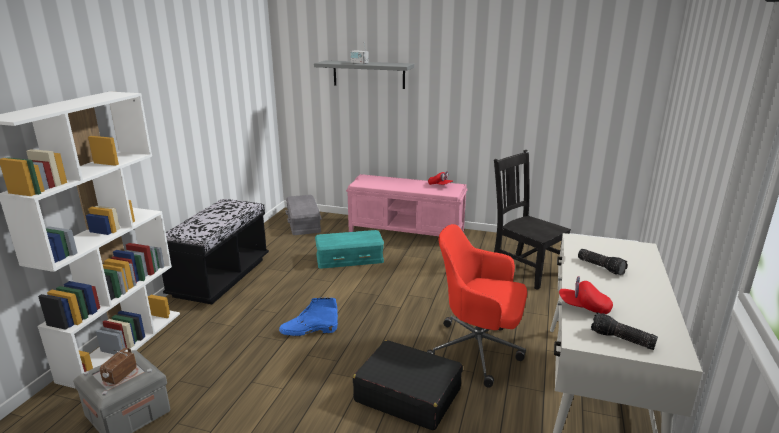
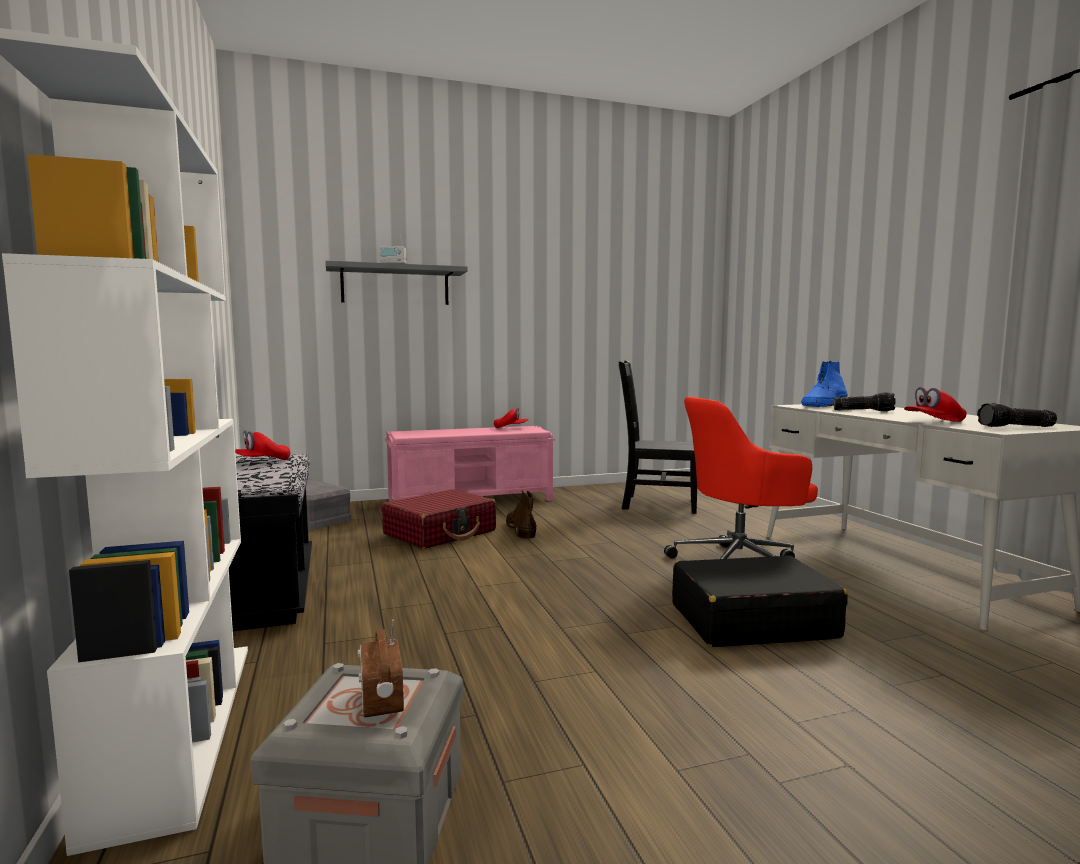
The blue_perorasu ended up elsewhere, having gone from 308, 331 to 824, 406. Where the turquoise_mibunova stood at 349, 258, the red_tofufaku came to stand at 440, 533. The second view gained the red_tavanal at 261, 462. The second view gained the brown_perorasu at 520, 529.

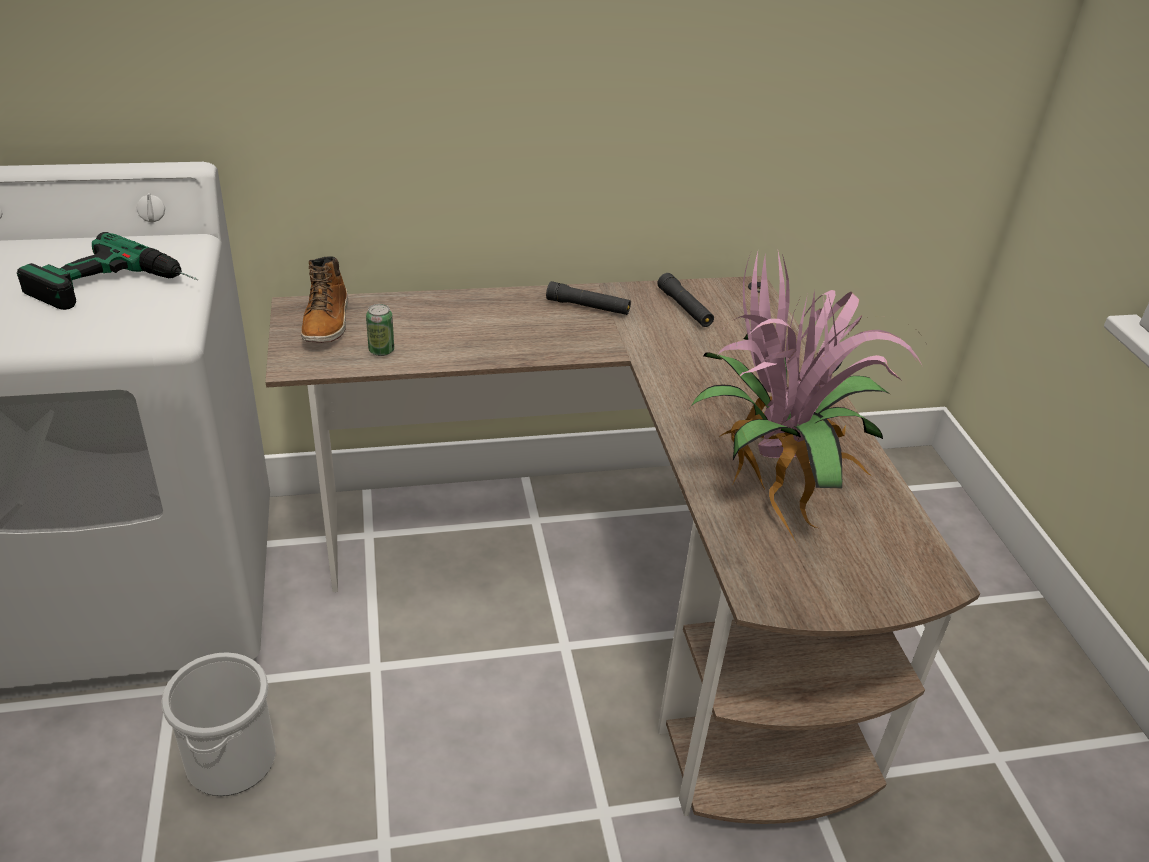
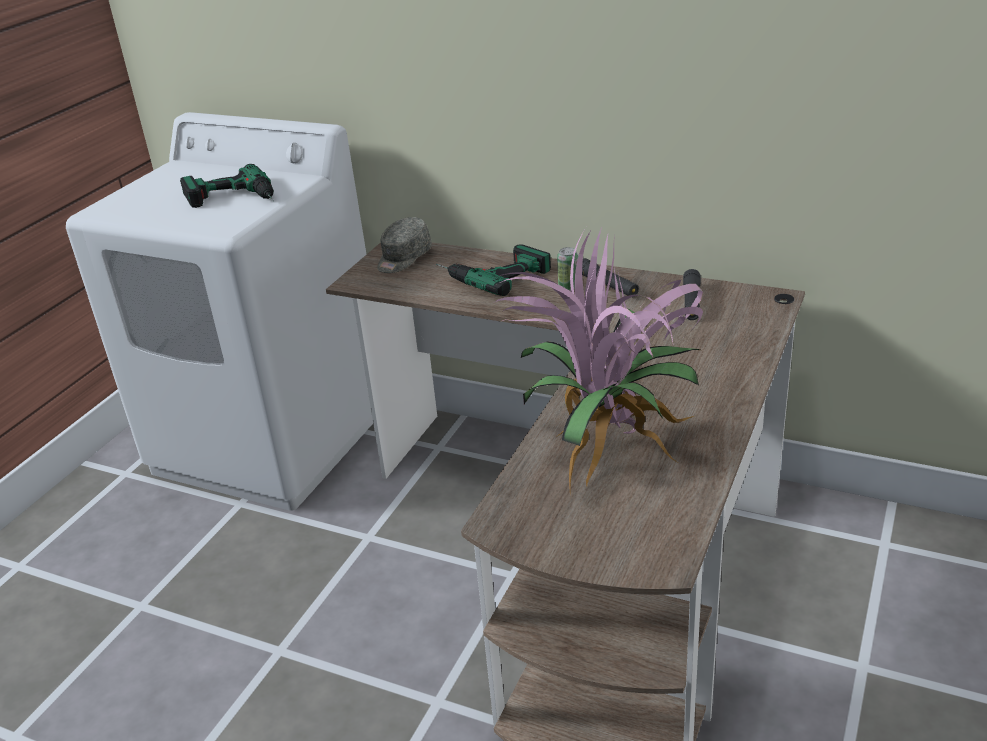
The second view lost the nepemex at 231, 758. Where the perorasu stood at 327, 321, the grey_tavanal came to stand at 403, 258. The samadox ended up elsewhere, having gone from 381, 350 to 568, 287. The second view gained the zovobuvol at 491, 273.

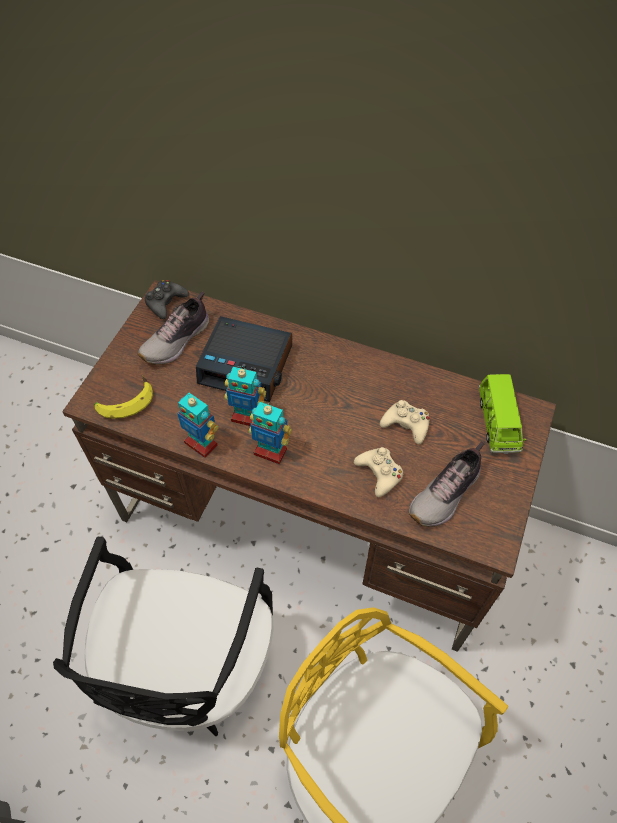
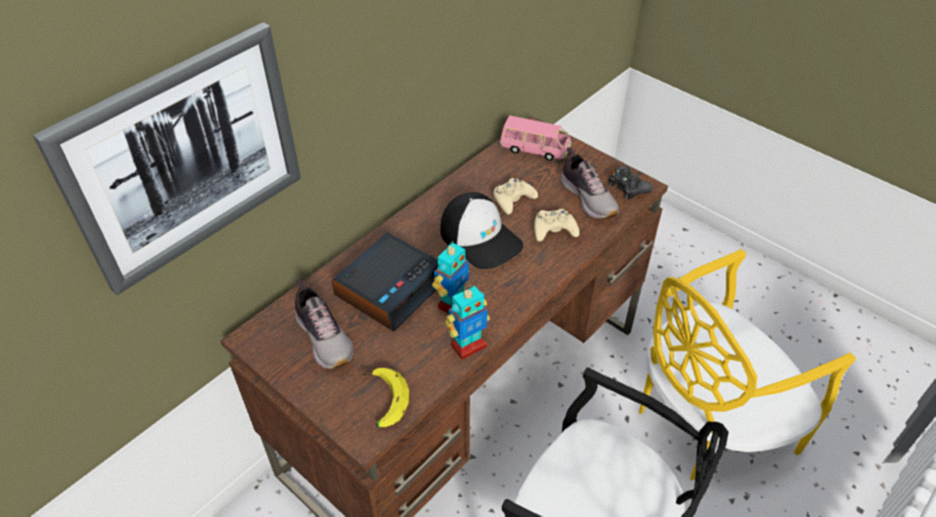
The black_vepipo ended up elsewhere, having gone from 165, 302 to 627, 187. The second view lost the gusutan at 270, 451. What was the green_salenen at 497, 422 turned into the pink_salenen at 534, 149. The second view gained the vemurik at 185, 157. The second view gained the tavanal at 481, 238.

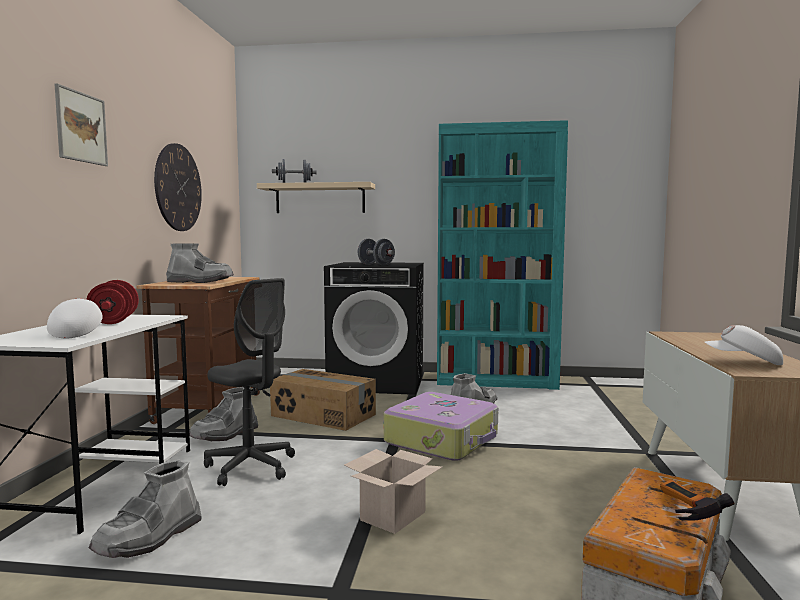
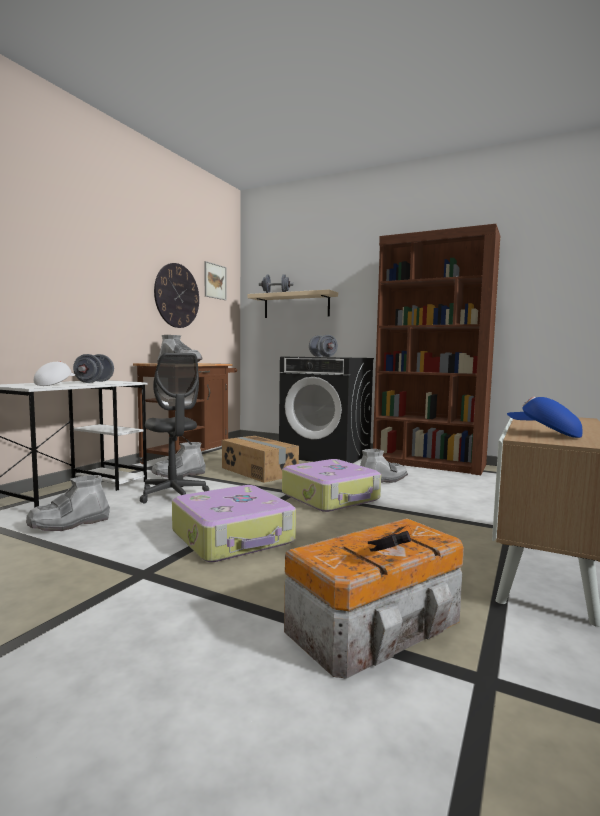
The vemurik ended up elsewhere, having gone from 81, 127 to 215, 281. What was the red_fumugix at 114, 321 turned into the grey_fumugix at 94, 382. Where the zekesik stood at 393, 515, the tofufaku came to stand at 234, 537. What was the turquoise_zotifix at 496, 380 turned into the brown_zotifix at 429, 463. What was the white_tavanal at 744, 362 turned into the blue_tavanal at 544, 434.

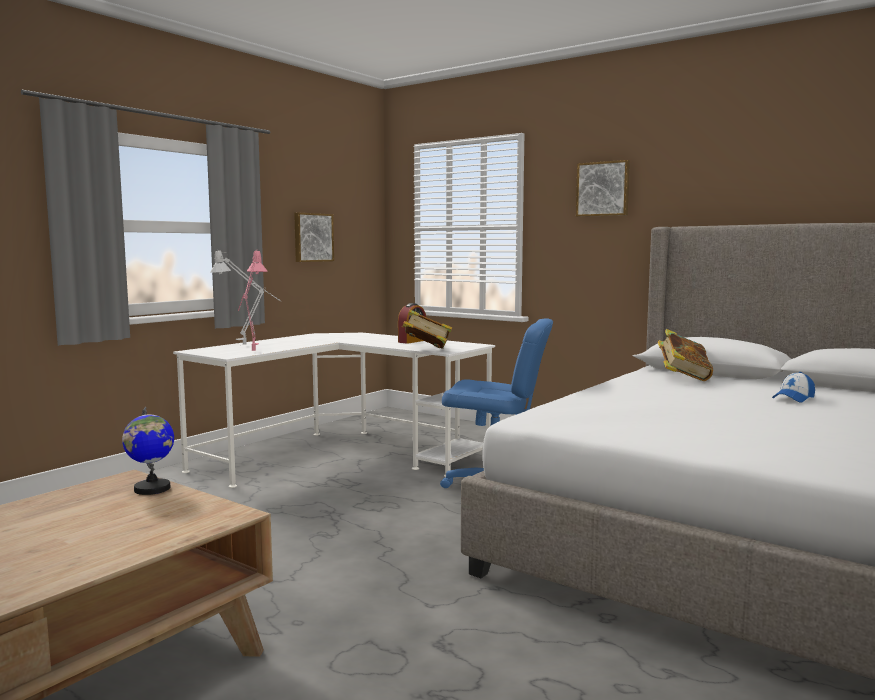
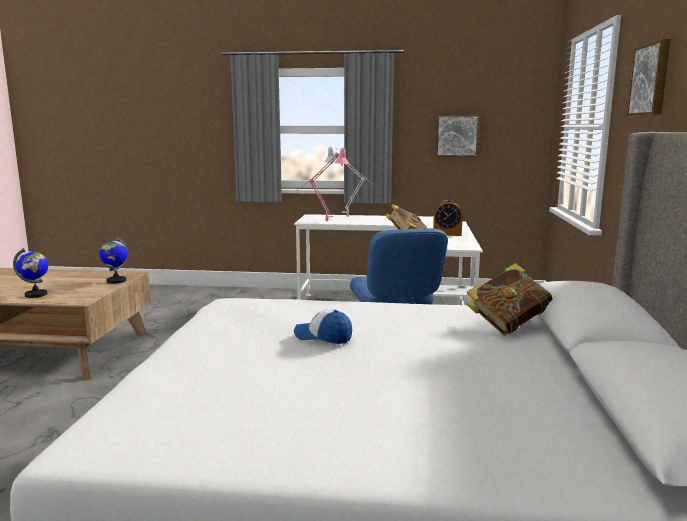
The tavanal ended up elsewhere, having gone from 793, 398 to 323, 337. The second view gained the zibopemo at 36, 295.

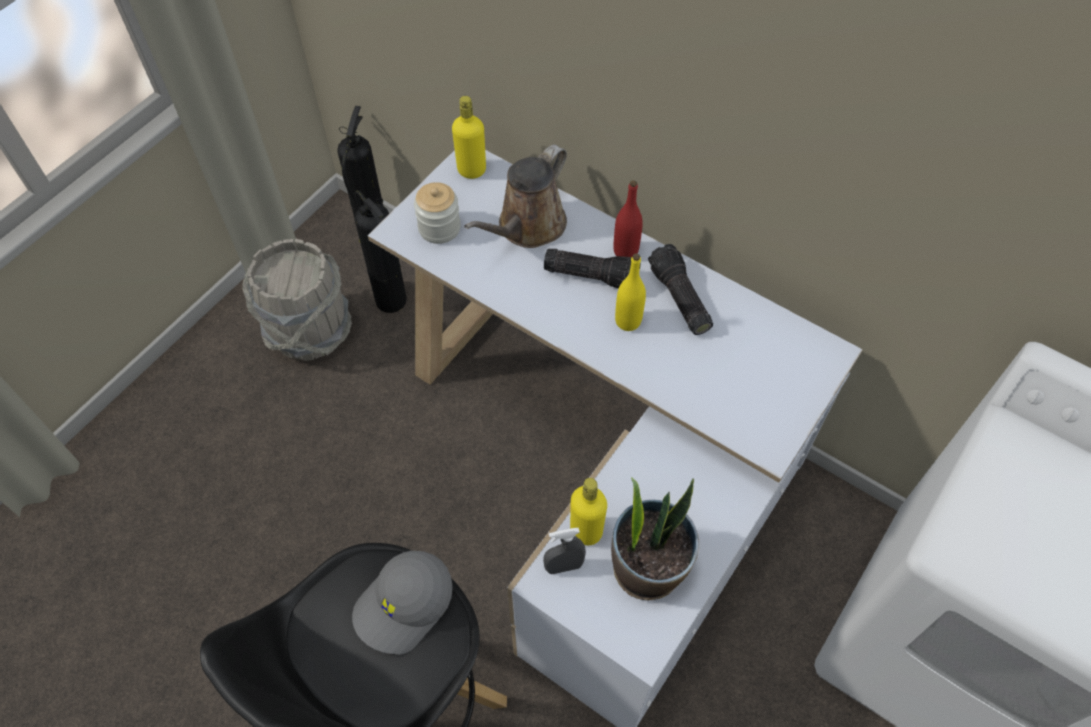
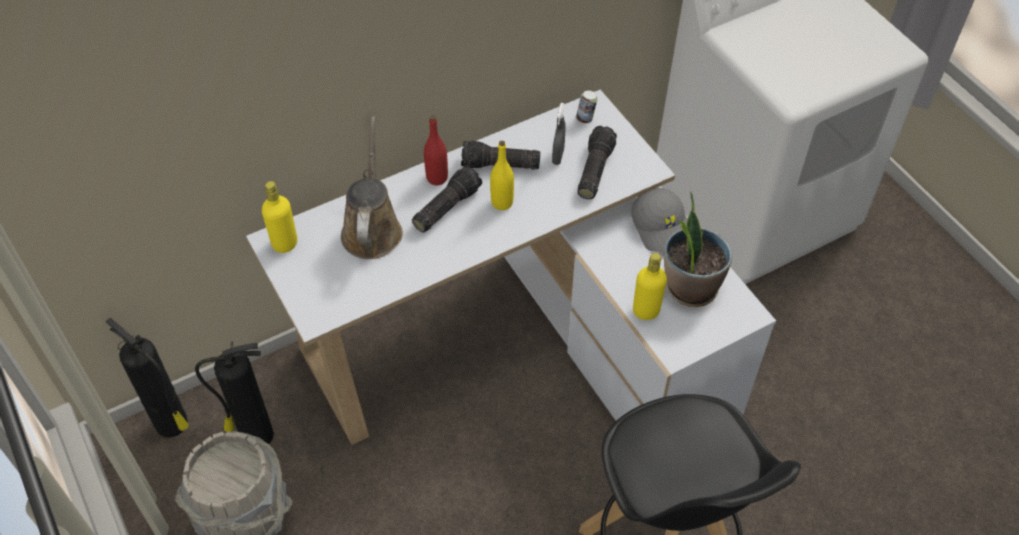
The grey_tavanal ended up elsewhere, having gone from 404, 606 to 663, 227. The second view lost the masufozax at 439, 228. The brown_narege at 527, 227 ended up facing another way, 150 degrees counterclockwise from before. The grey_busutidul ended up elsewhere, having gone from 564, 566 to 558, 156. The second view gained the samadox at 585, 118. The second view gained the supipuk at 593, 170.

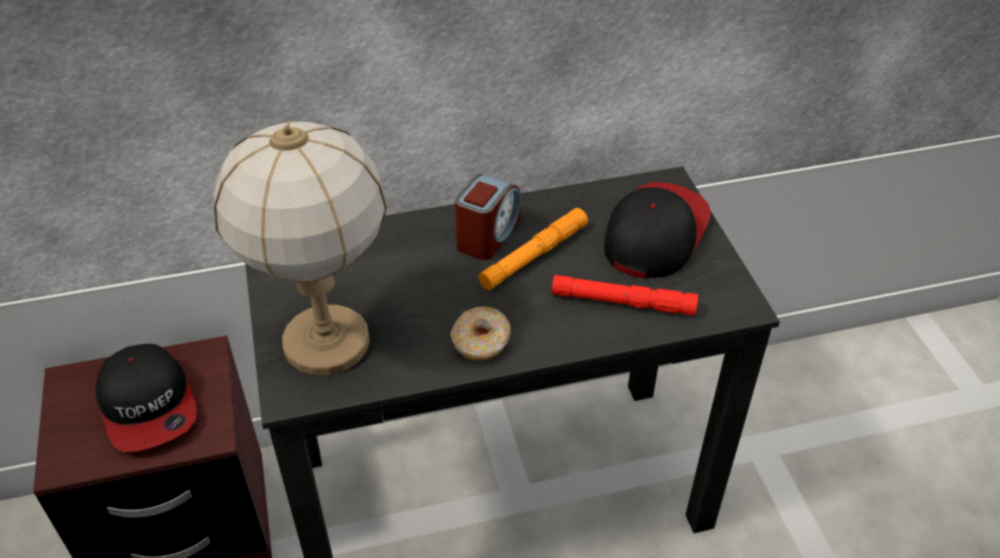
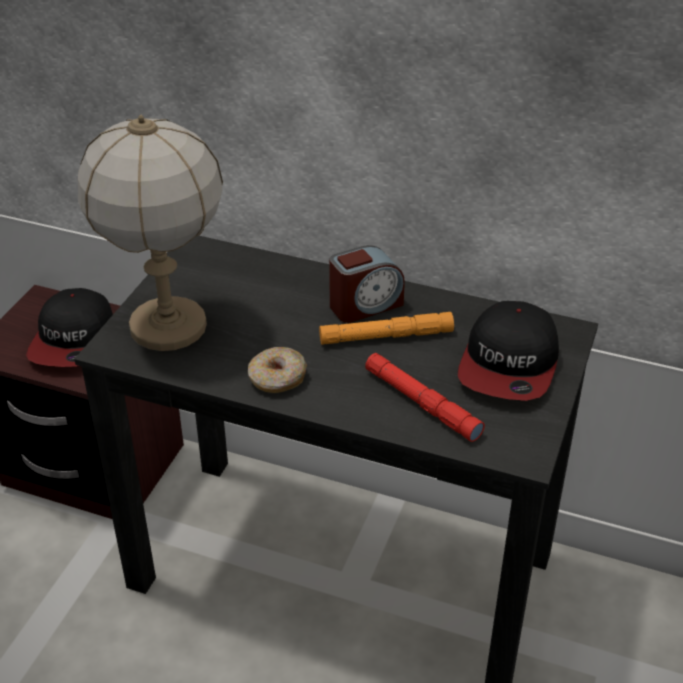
The tavanal at 654, 233 ended up facing another way, 135 degrees clockwise from before.

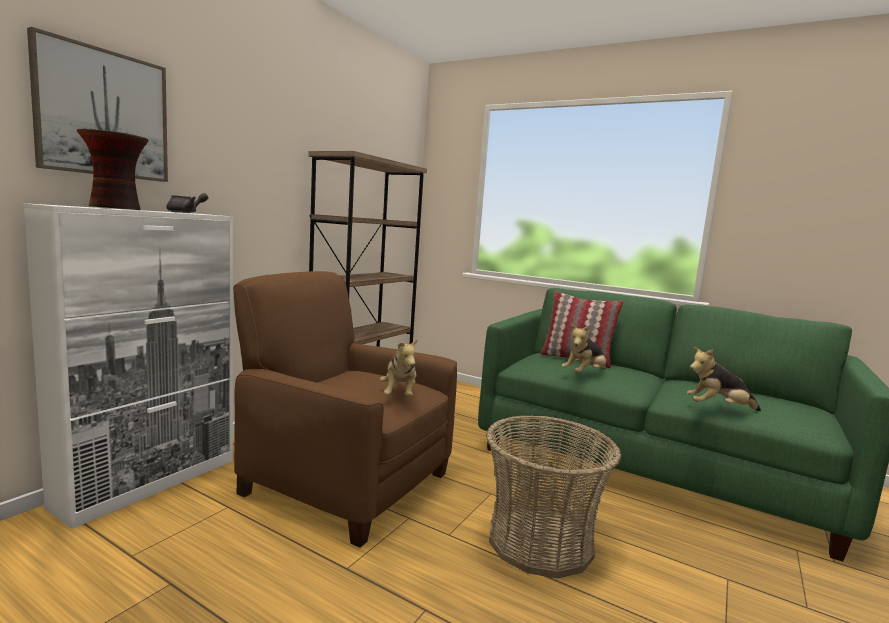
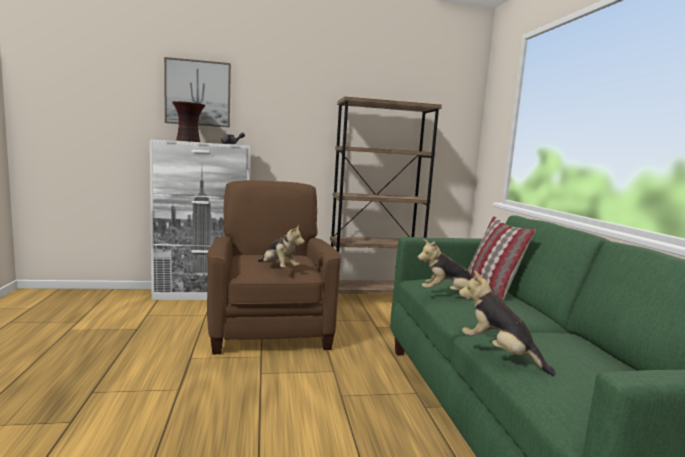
The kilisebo at 399, 395 ended up facing another way, 90 degrees counterclockwise from before. The second view lost the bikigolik at 540, 541.

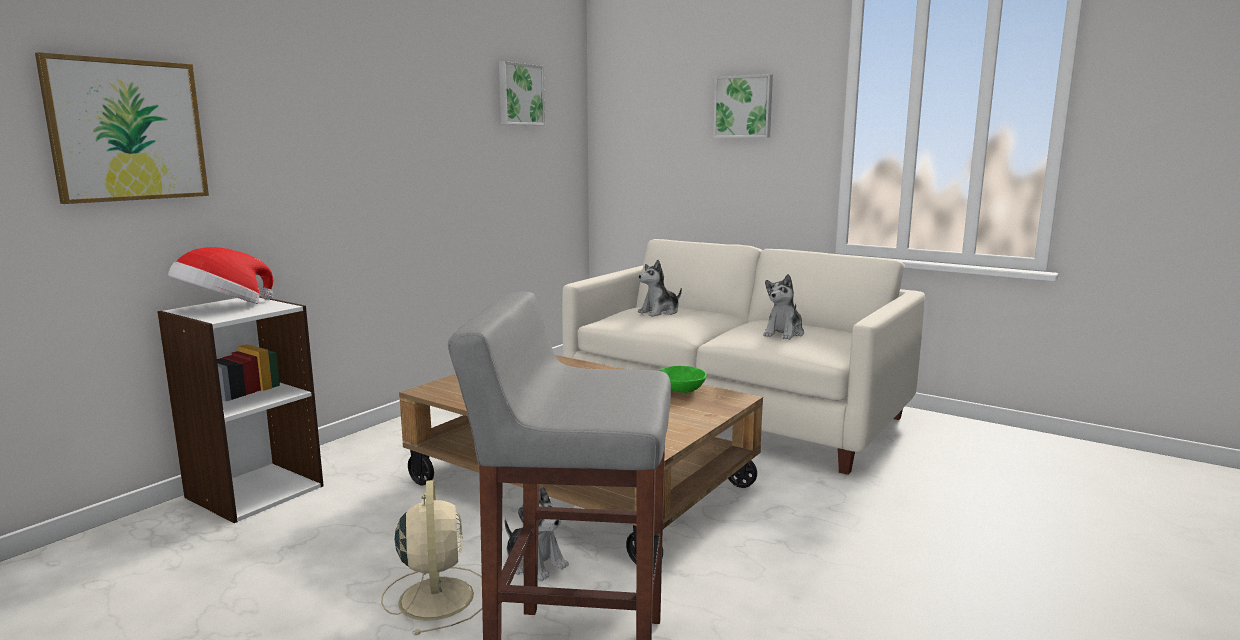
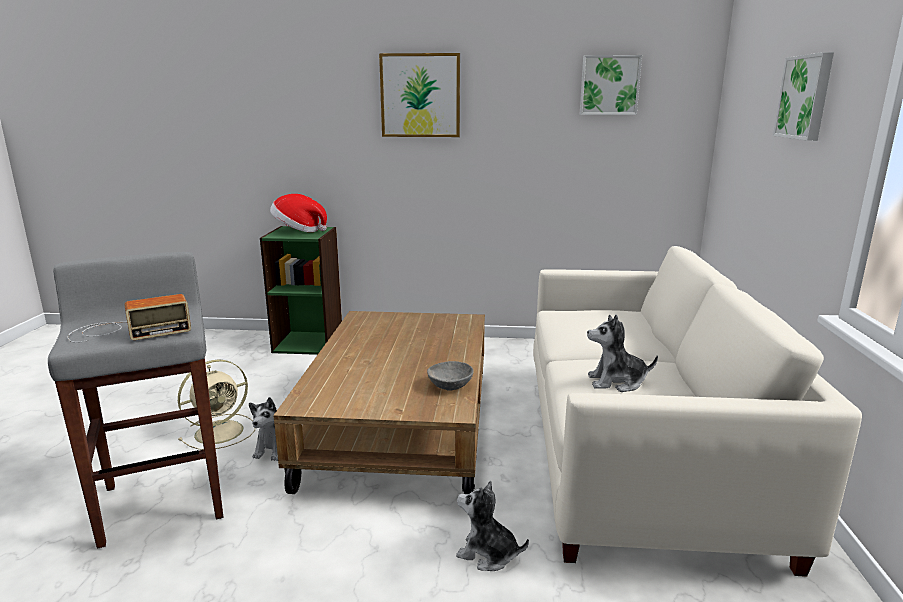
The vemurik ended up elsewhere, having gone from 127, 130 to 420, 95. What was the white_zotifix at 254, 491 turned into the green_zotifix at 308, 343. The kilisebo ended up elsewhere, having gone from 660, 312 to 488, 554. What was the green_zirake at 681, 390 turned into the grey_zirake at 451, 386. The second view gained the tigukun at 127, 331.

